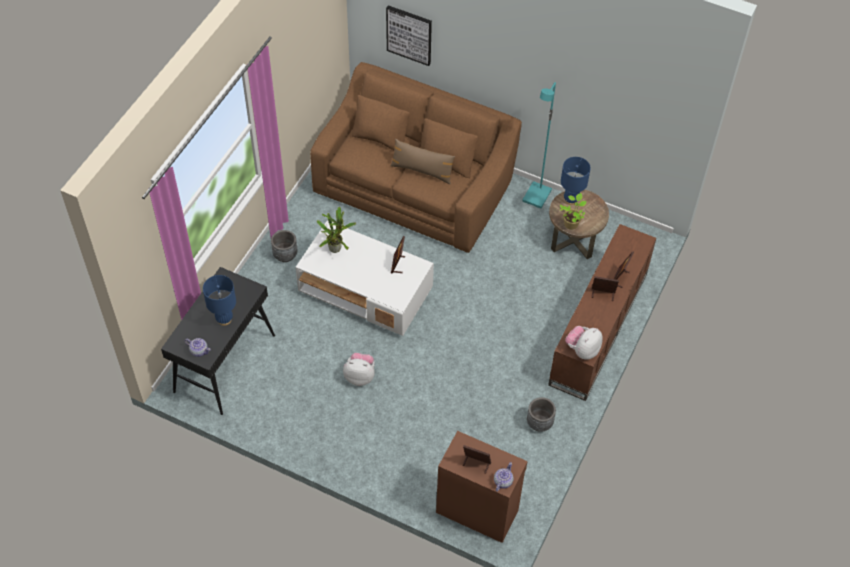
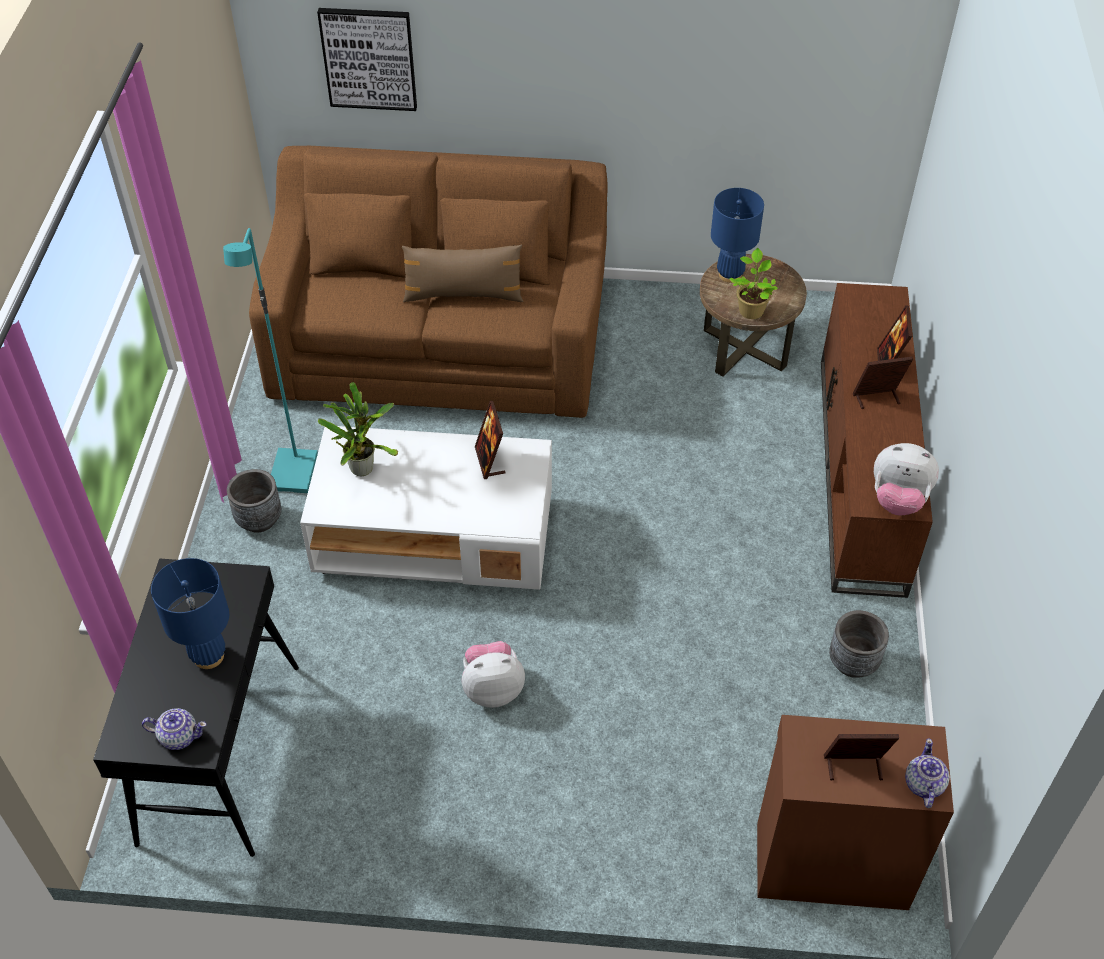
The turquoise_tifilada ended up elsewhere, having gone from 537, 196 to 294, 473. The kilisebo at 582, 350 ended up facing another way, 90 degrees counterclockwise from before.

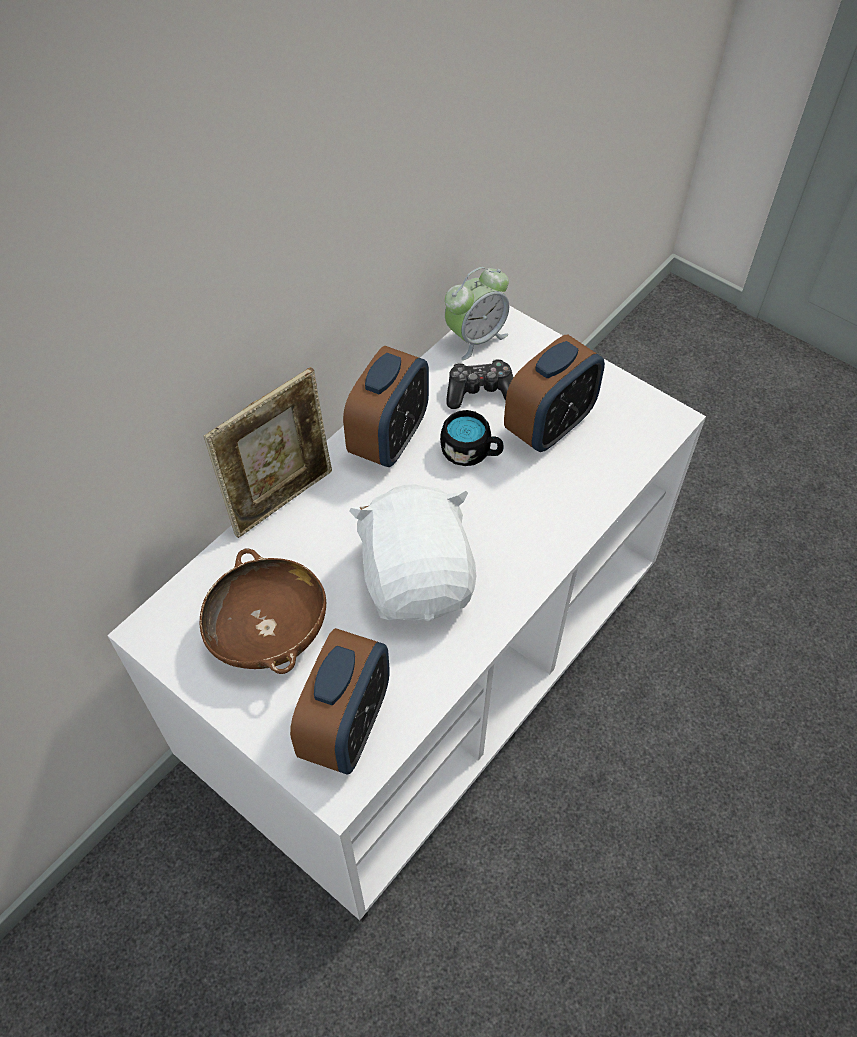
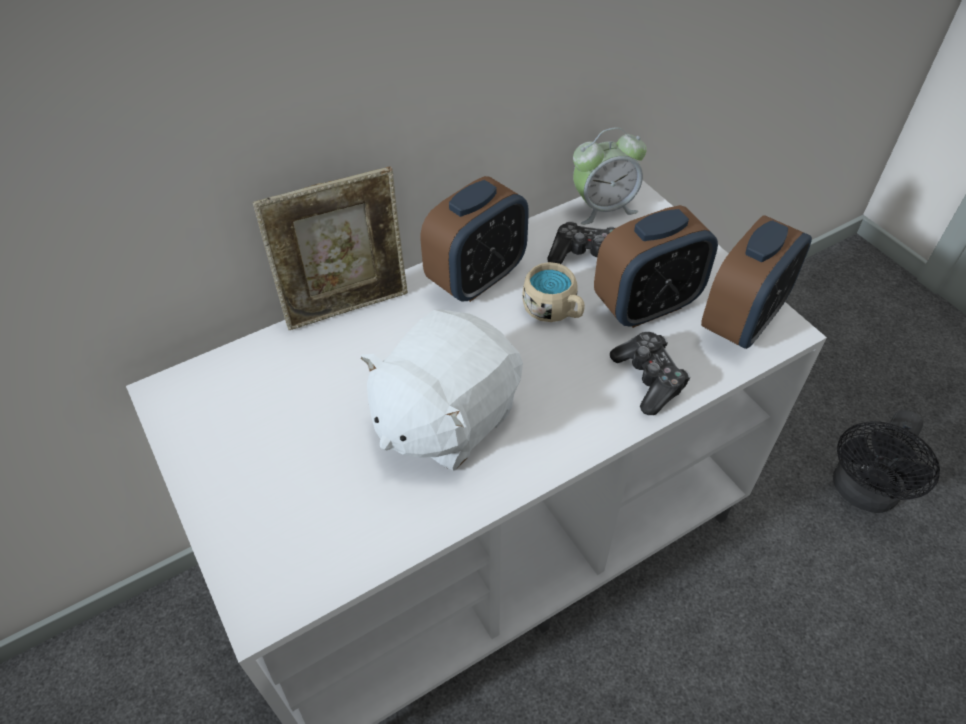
The second view lost the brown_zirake at 269, 632. The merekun ended up elsewhere, having gone from 347, 726 to 742, 320. The white_kilisebo at 418, 578 ended up facing another way, 150 degrees counterclockwise from before. What was the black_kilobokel at 471, 452 turned into the beige_kilobokel at 554, 310. The second view gained the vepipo at 649, 379. The second view gained the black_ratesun at 862, 493.

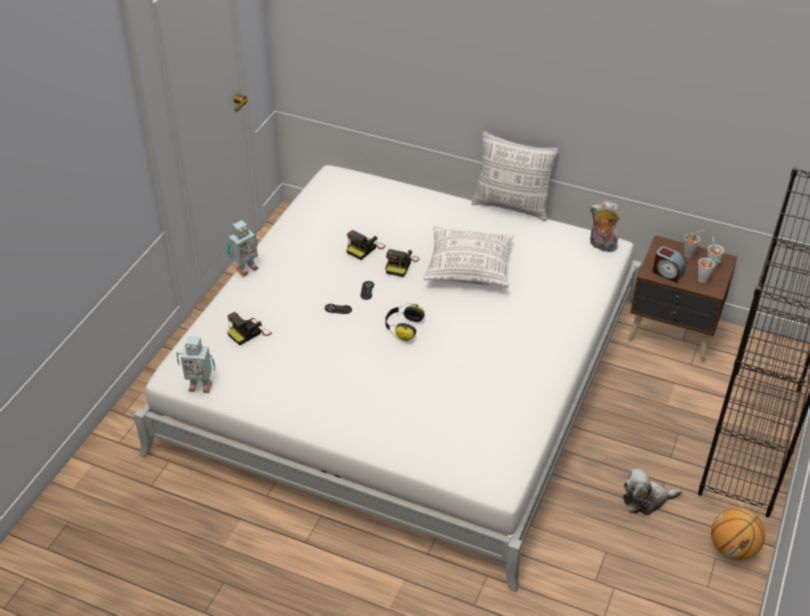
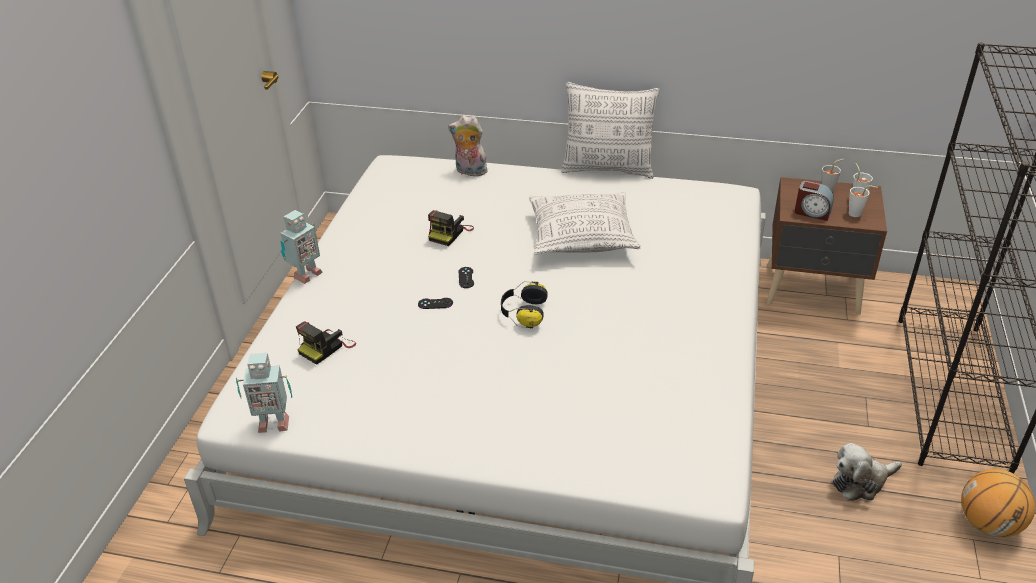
The second view lost the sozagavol at 400, 265. The kilisebo ended up elsewhere, having gone from 601, 246 to 469, 172.

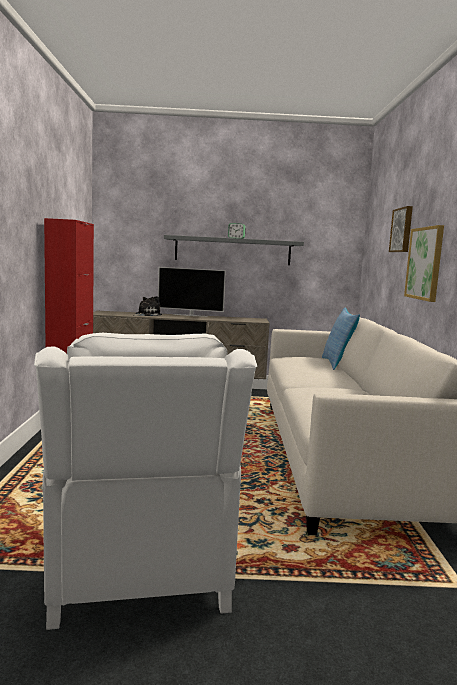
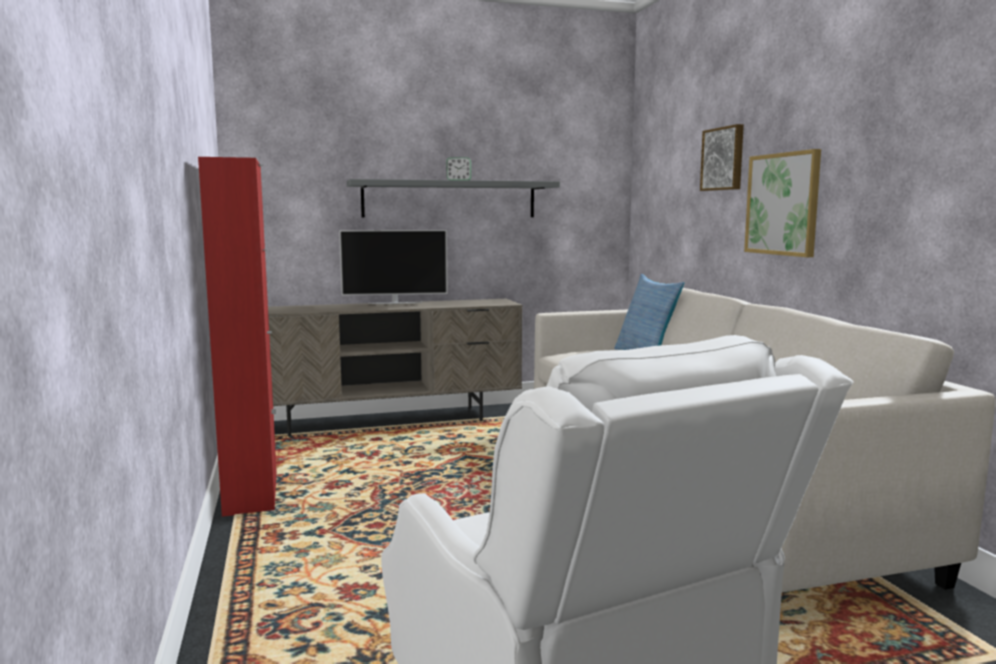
The second view lost the kilisebo at 146, 314.

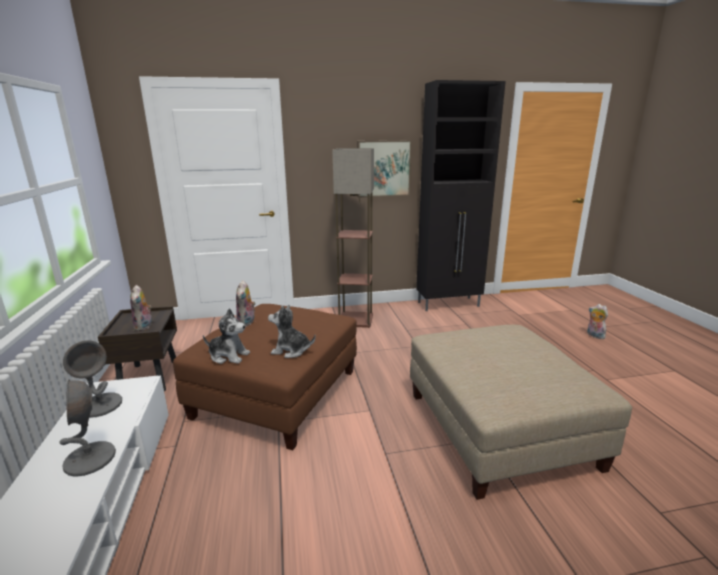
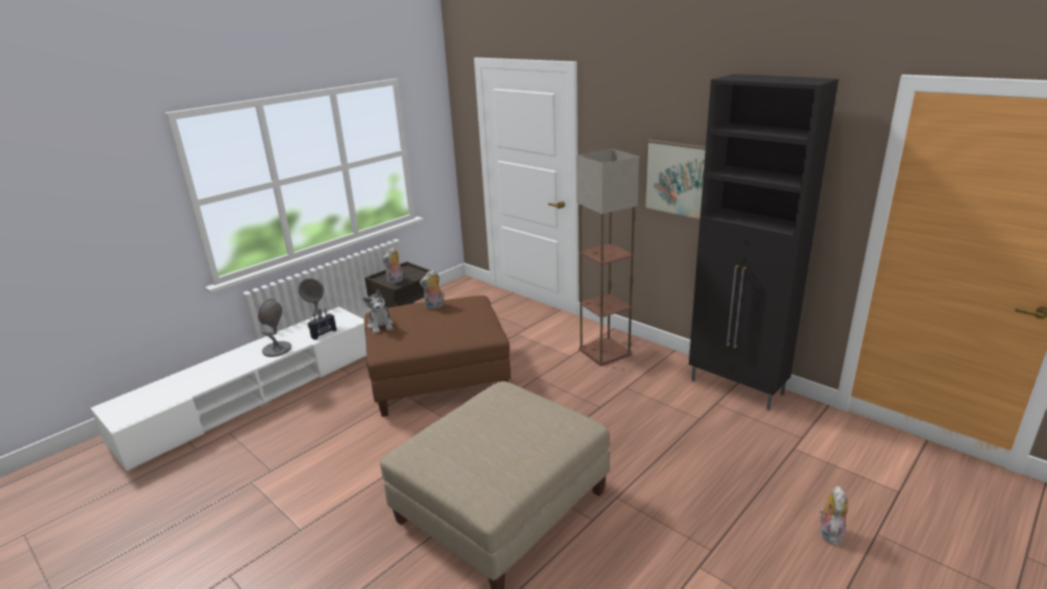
The second view lost the kilisebo at 291, 350. The second view gained the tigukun at 324, 334.

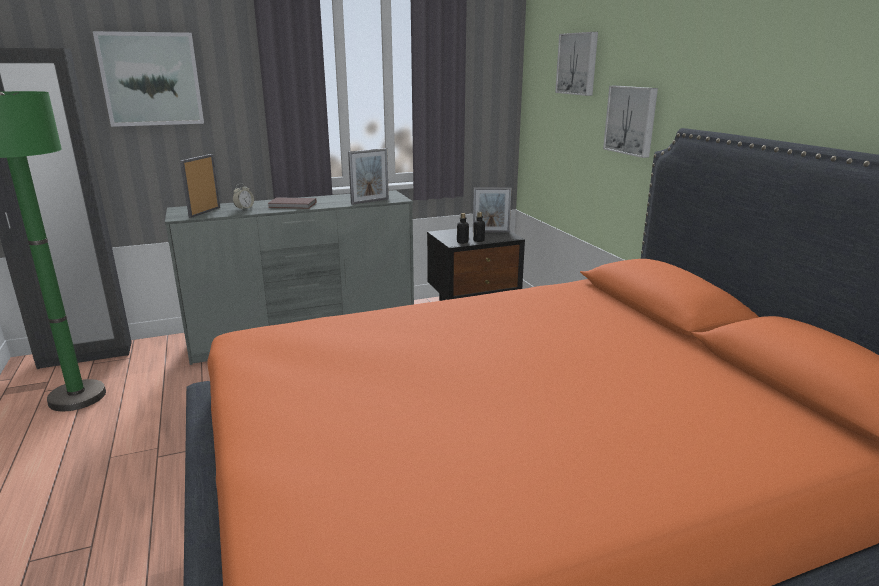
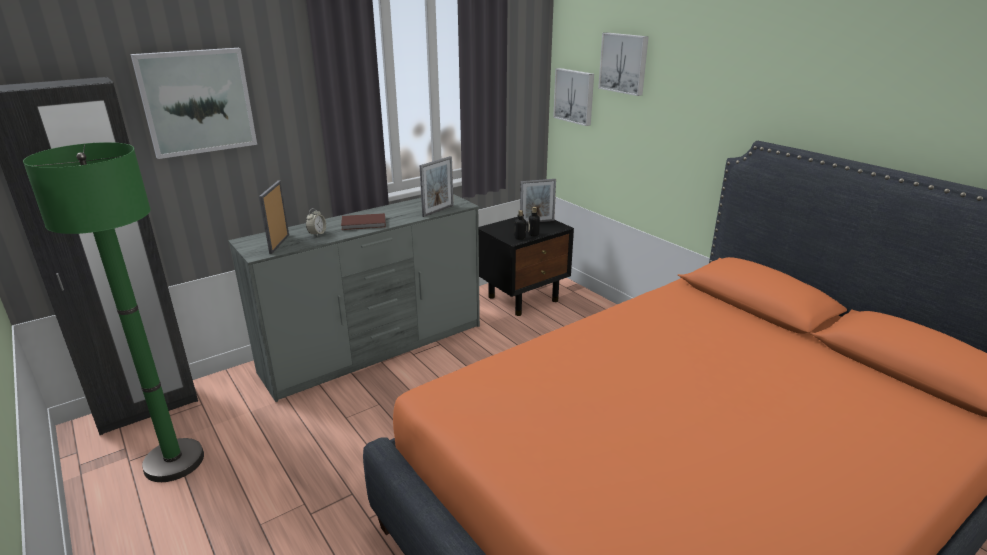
The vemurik ended up elsewhere, having gone from 632, 120 to 575, 96.

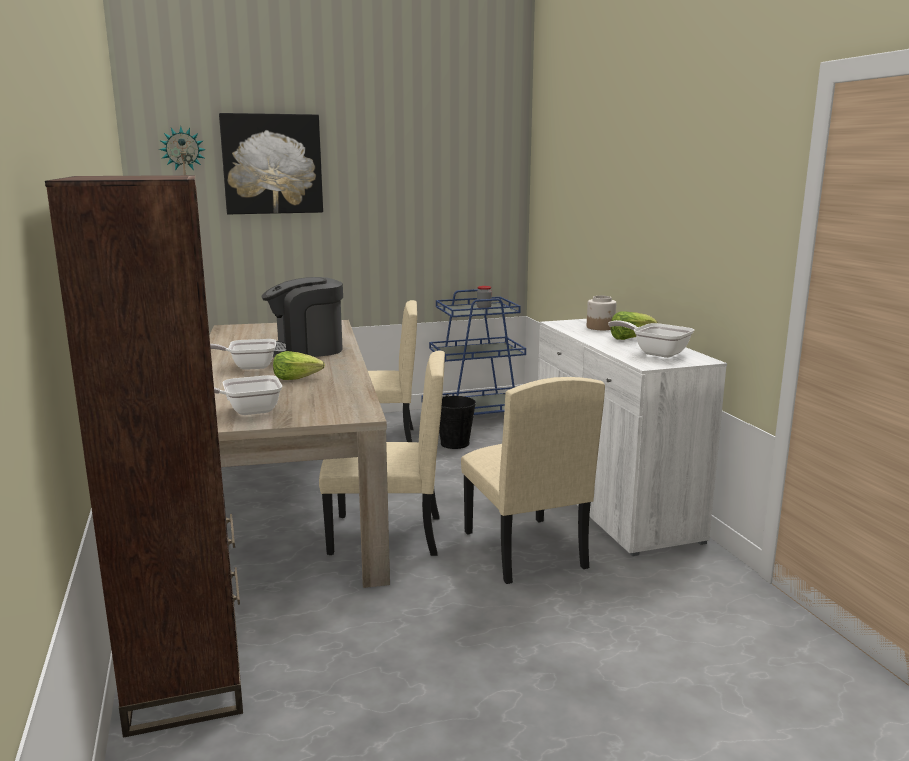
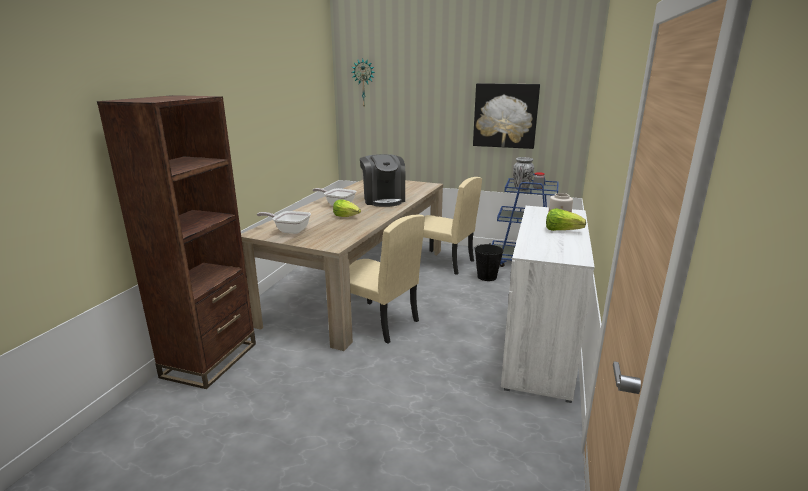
The vemurik ended up elsewhere, having gone from 272, 164 to 505, 115. The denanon at 306, 350 ended up facing another way, 120 degrees counterclockwise from before. The second view lost the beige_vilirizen at 523, 550. The second view lost the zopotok at 656, 353. The second view gained the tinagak at 521, 189.

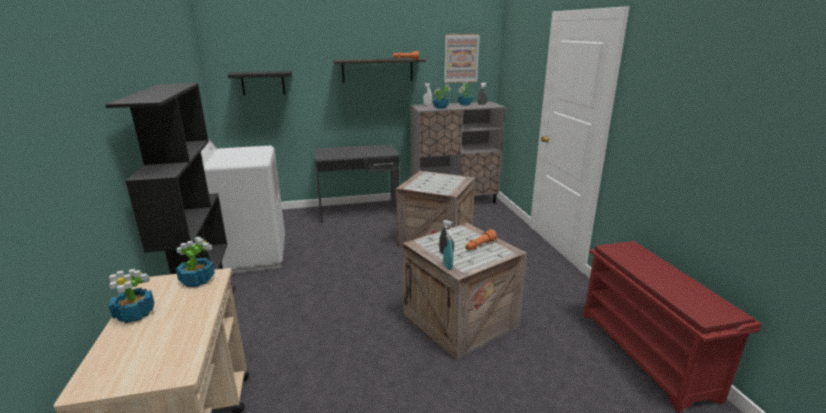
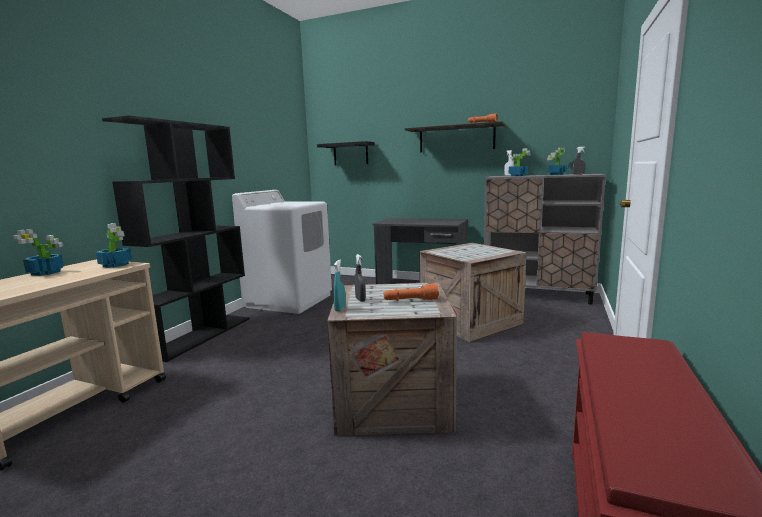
The second view lost the vemurik at 461, 58.

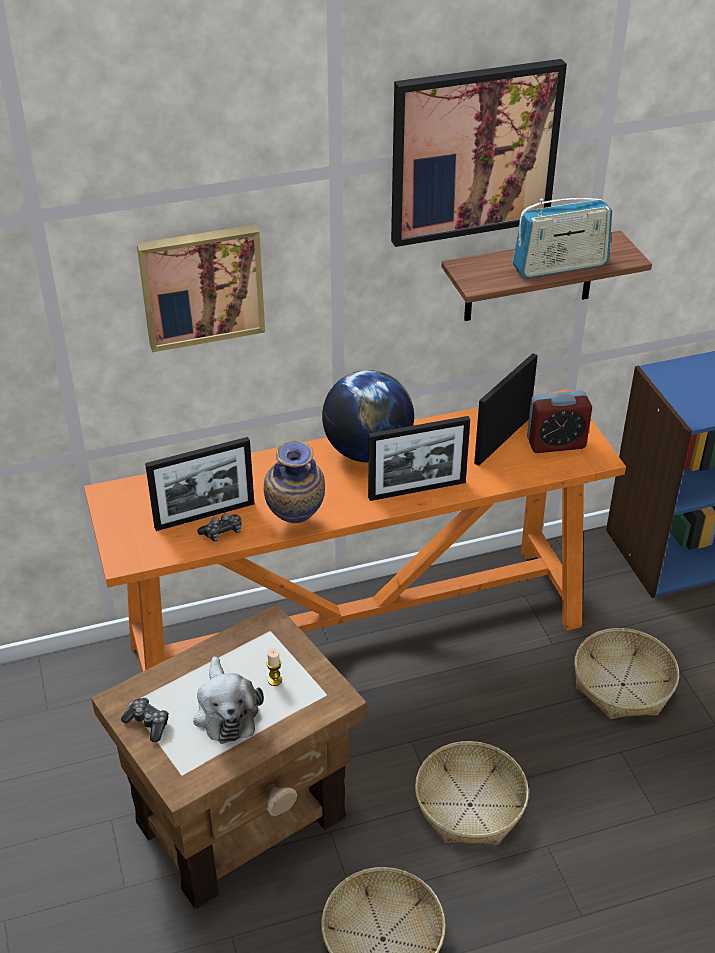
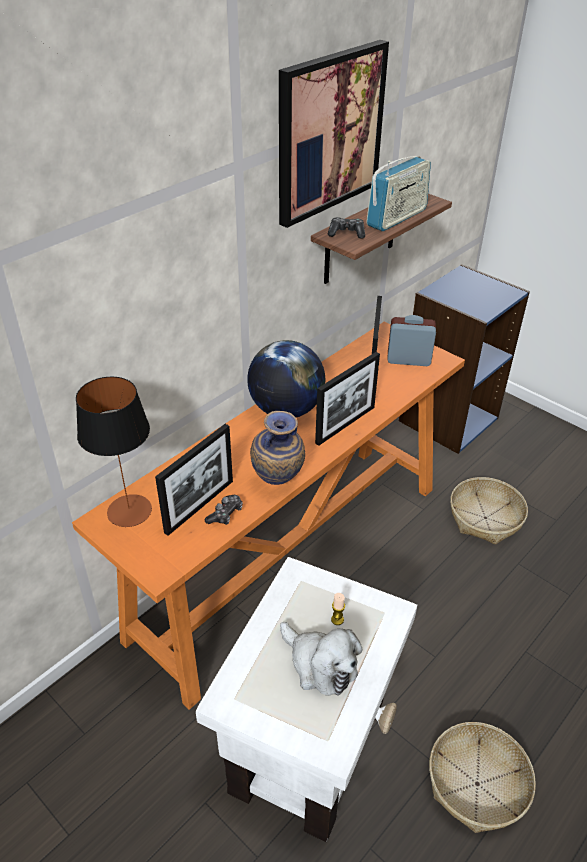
What was the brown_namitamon at 242, 821 turned into the white_namitamon at 311, 746. The vepipo ended up elsewhere, having gone from 148, 723 to 346, 233. The second view lost the vemurik at 201, 285. The second view lost the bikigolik at 470, 805. The merekun at 556, 443 ended up facing another way, 135 degrees counterclockwise from before. The second view gained the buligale at 129, 510.

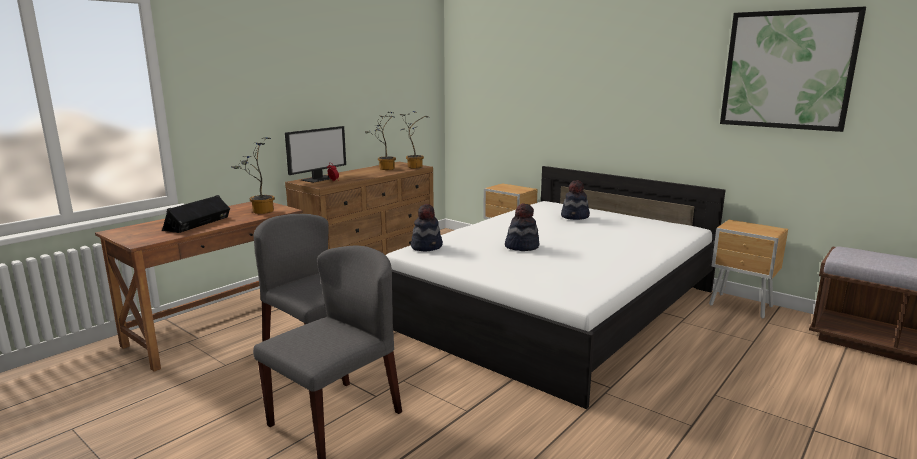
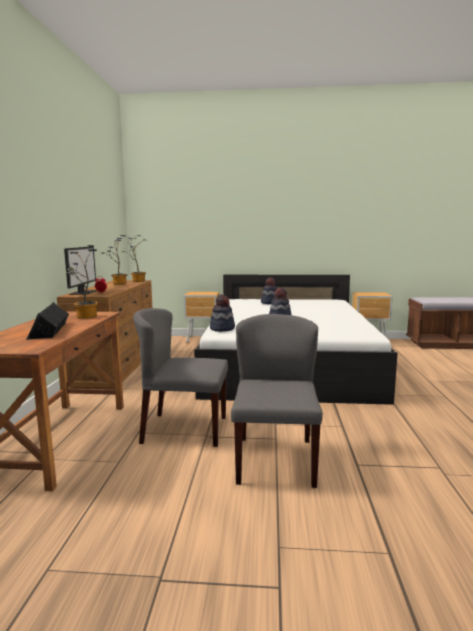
The second view lost the vemurik at 787, 70.

